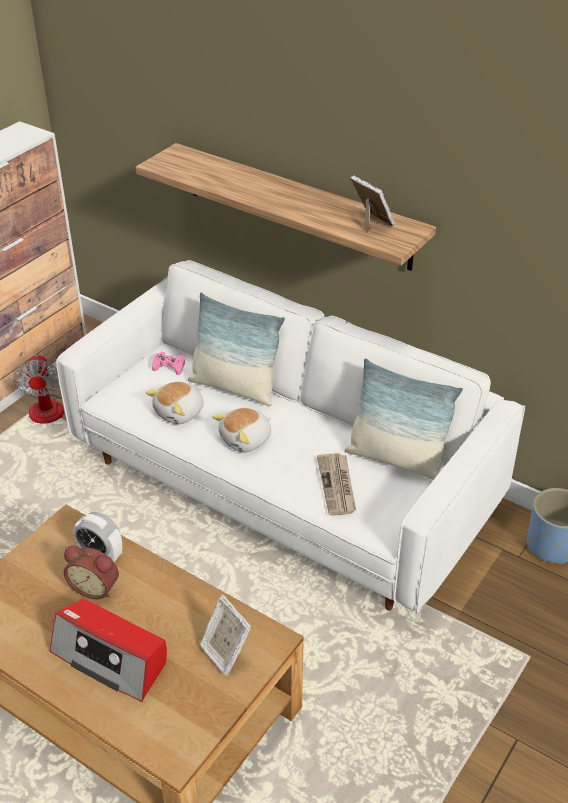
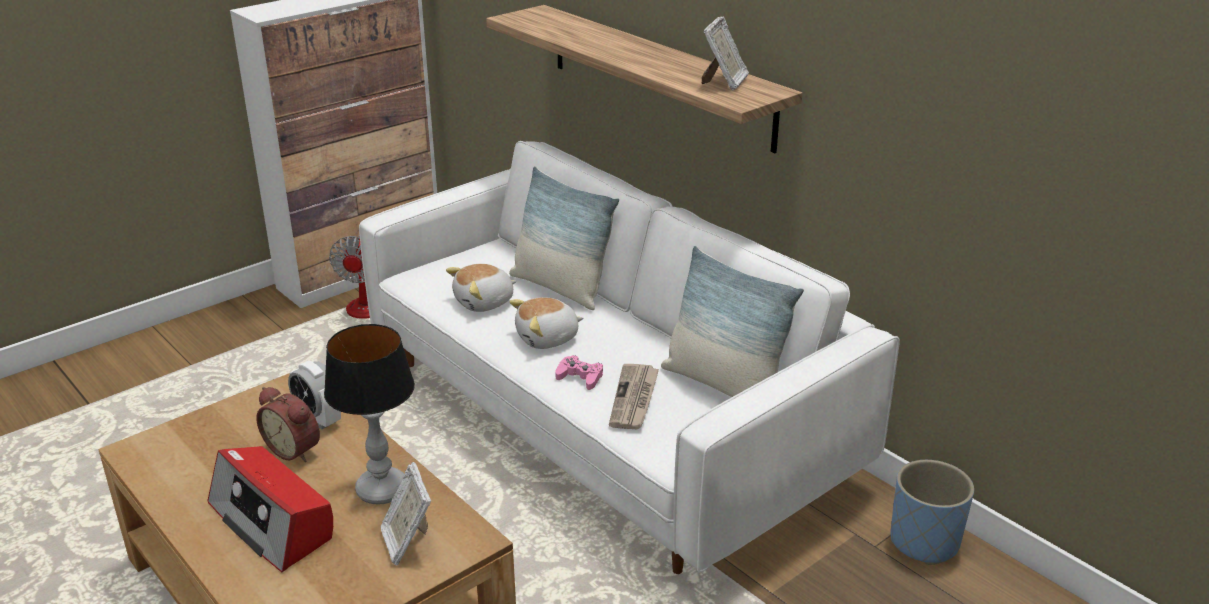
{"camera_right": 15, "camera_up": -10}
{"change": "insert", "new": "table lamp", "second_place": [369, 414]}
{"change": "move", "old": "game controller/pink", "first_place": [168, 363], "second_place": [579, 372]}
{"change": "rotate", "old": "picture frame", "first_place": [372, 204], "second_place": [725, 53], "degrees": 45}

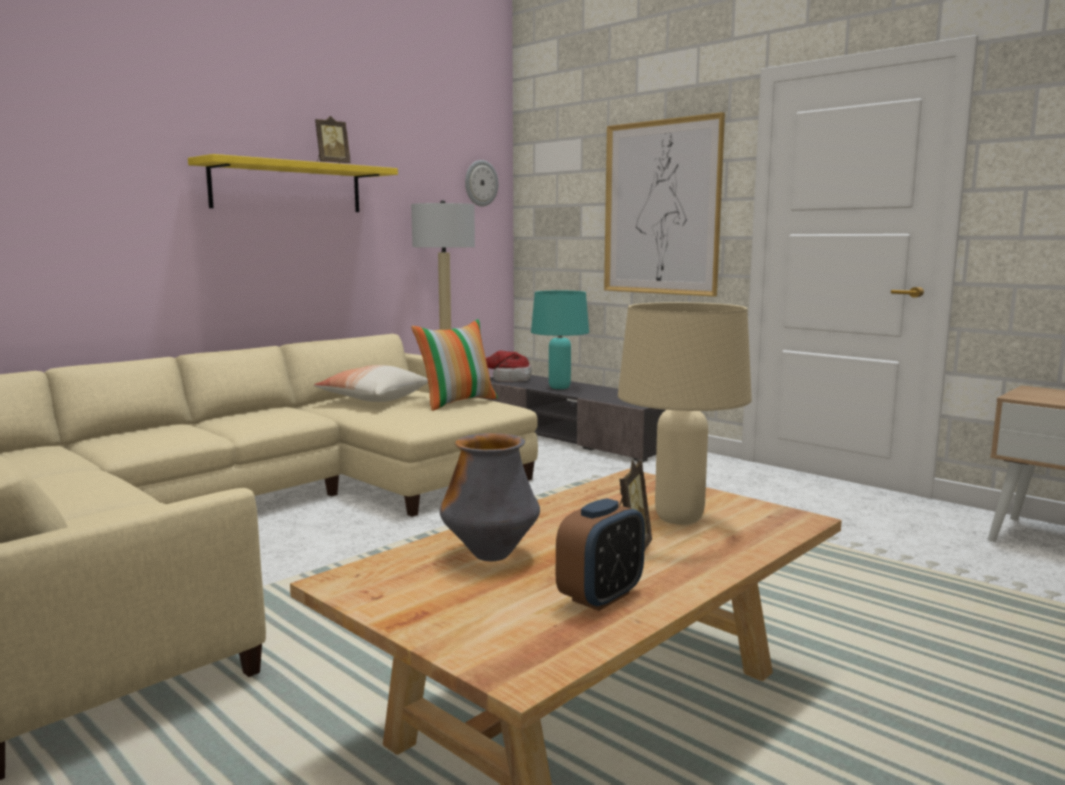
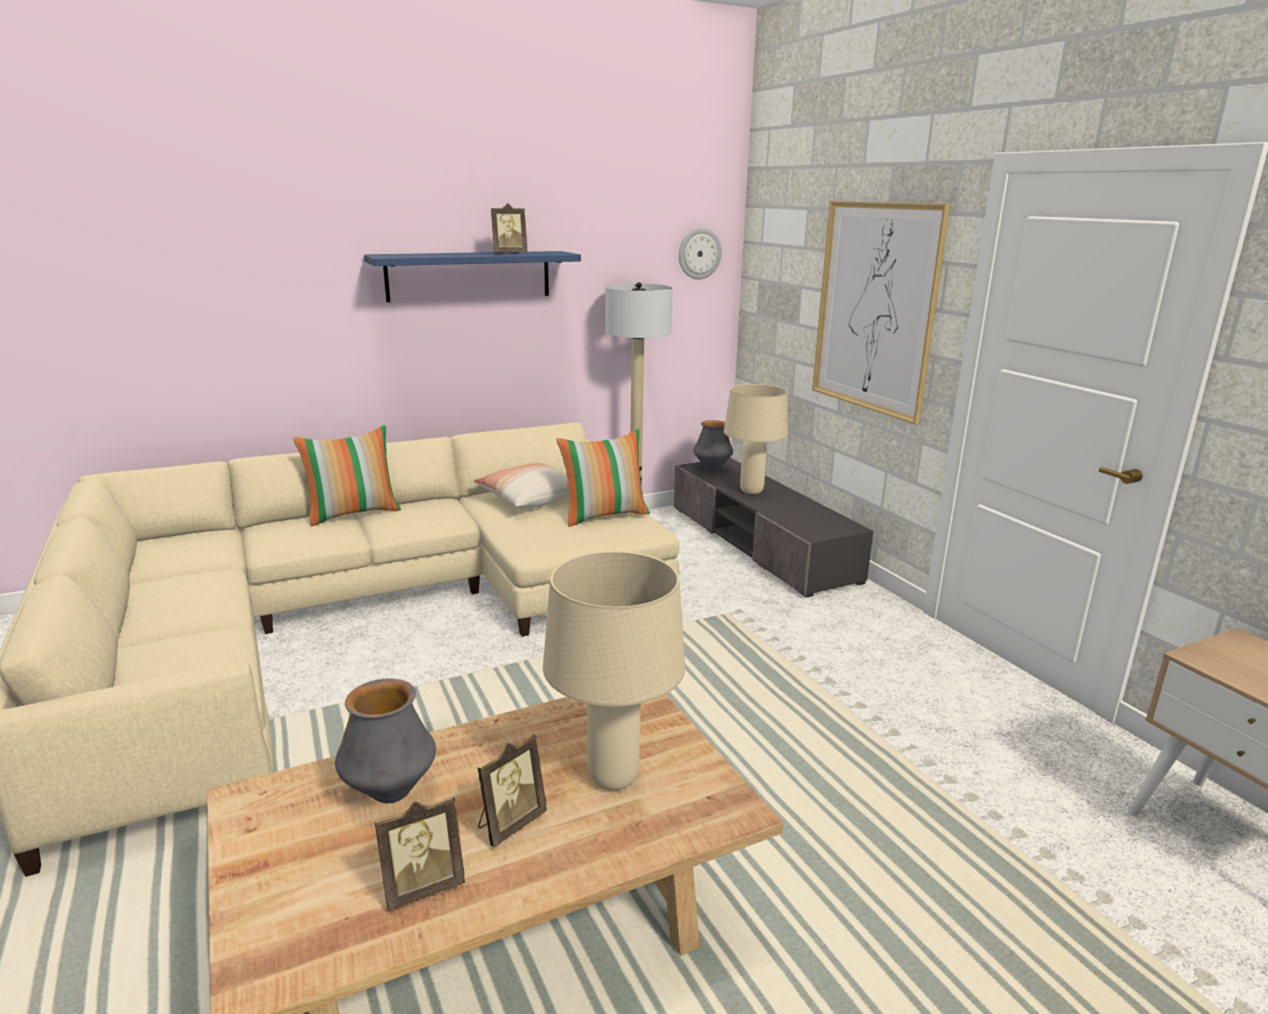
{"camera_right": 20, "camera_up": 10}
{"change": "insert", "new": "pillow", "second_place": [347, 475]}
{"change": "recolor", "old": "shelf/yellow", "new": "shelf/blue", "first_place": [293, 183], "second_place": [472, 276]}
{"change": "replace", "old": "alarm clock", "new": "picture frame", "first_place": [600, 554], "second_place": [420, 854]}
{"change": "replace", "old": "hat", "new": "vase", "first_place": [509, 366], "second_place": [713, 445]}
{"change": "recolor", "old": "table lamp/turquoise", "new": "table lamp/beige", "first_place": [560, 340], "second_place": [756, 439]}

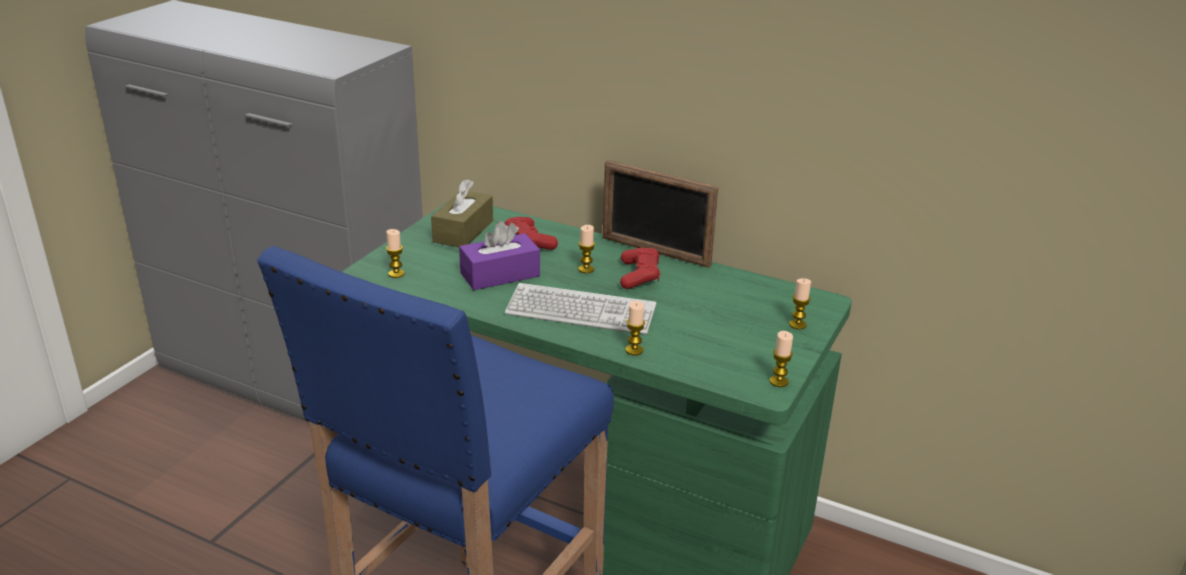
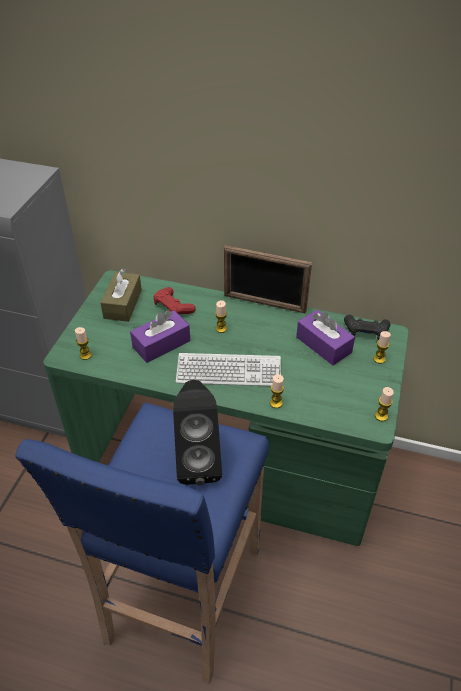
{"camera_right": -10, "camera_up": 15}
{"change": "insert", "new": "speaker/black", "second_place": [197, 433]}
{"change": "insert", "new": "tissue box/purple", "second_place": [325, 337]}
{"change": "insert", "new": "game controller/black", "second_place": [367, 327]}
{"change": "delete", "old": "game controller/red", "first_place": [640, 268]}

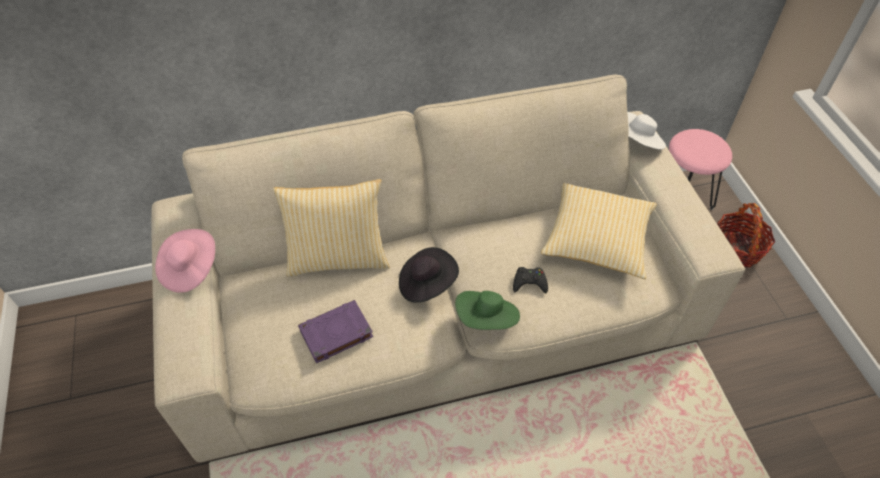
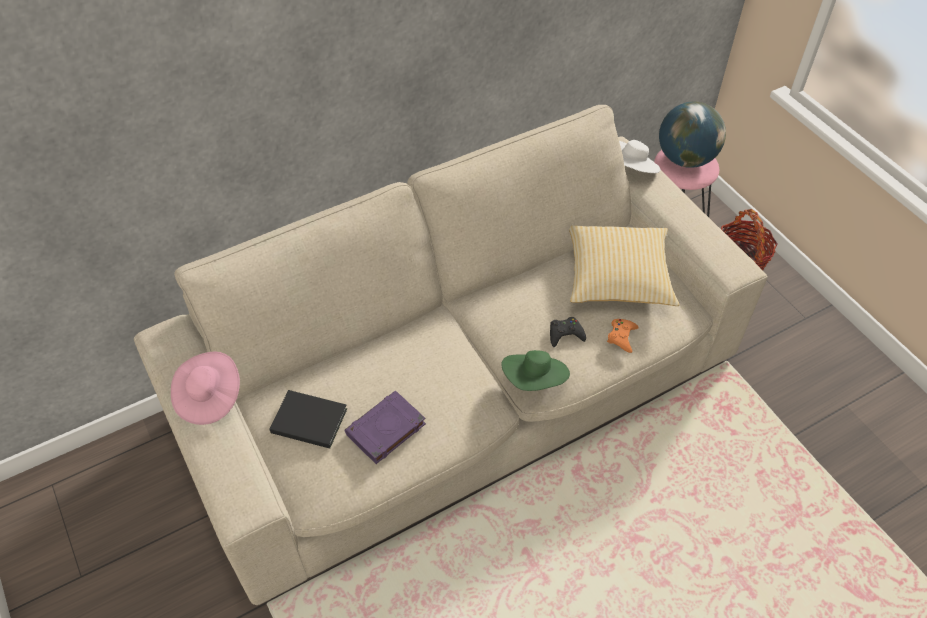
{"camera_right": -15, "camera_up": 0}
{"change": "insert", "new": "book/black", "second_place": [308, 419]}
{"change": "insert", "new": "game controller/orange", "second_place": [623, 336]}
{"change": "insert", "new": "globe", "second_place": [692, 135]}
{"change": "delete", "old": "pillow", "first_place": [331, 228]}
{"change": "delete", "old": "hat/black", "first_place": [429, 275]}

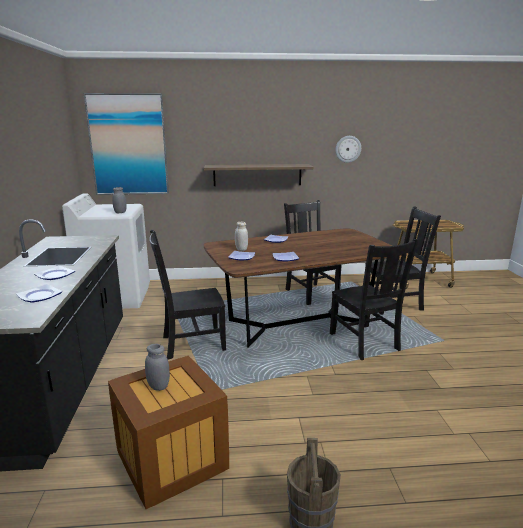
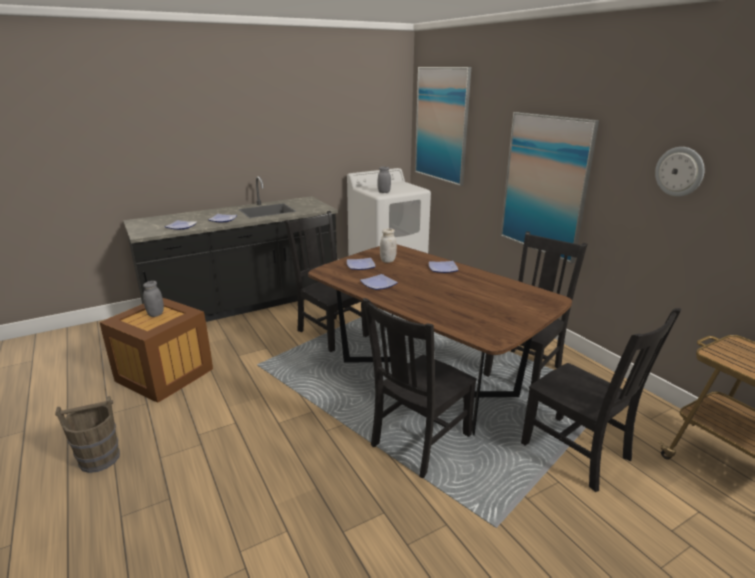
{"camera_right": 65, "camera_up": 5}
{"change": "replace", "old": "shelf", "new": "picture", "first_place": [259, 175], "second_place": [549, 188]}

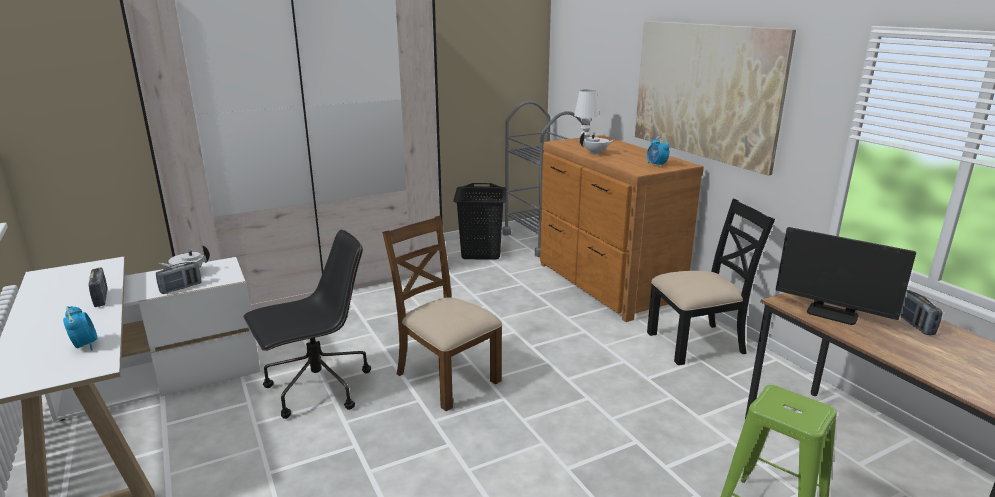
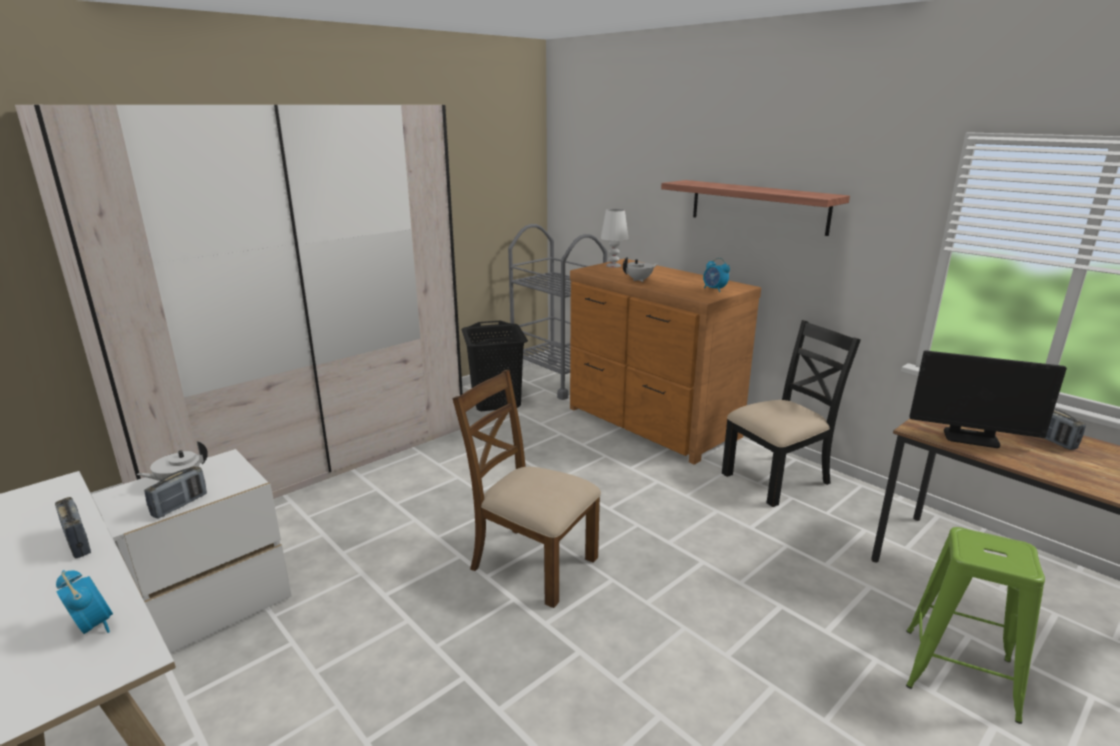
{"camera_right": -15, "camera_up": 0}
{"change": "replace", "old": "picture", "new": "shelf", "first_place": [715, 98], "second_place": [755, 208]}
{"change": "delete", "old": "office chair/black", "first_place": [307, 324]}

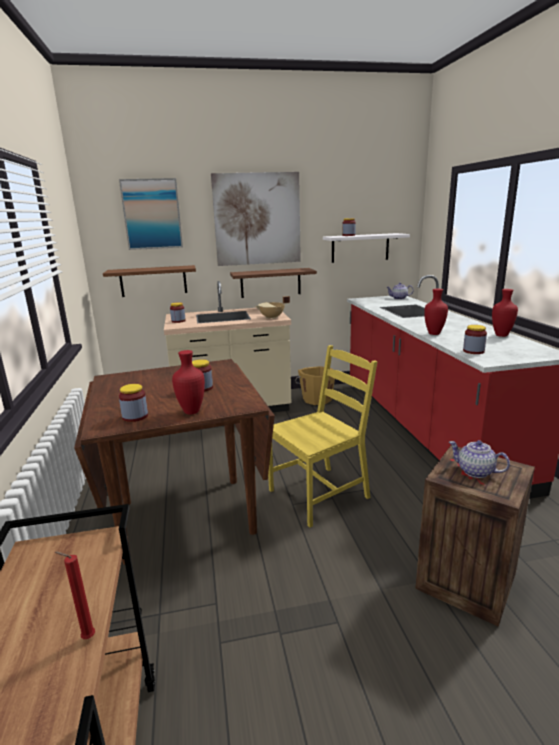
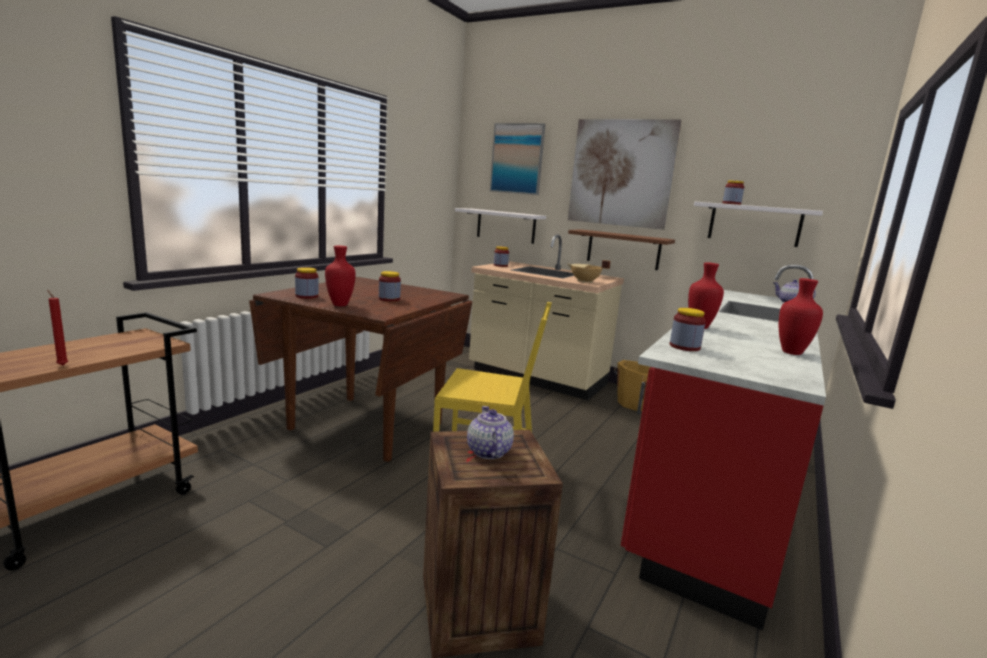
{"camera_right": 40, "camera_up": -5}
{"change": "recolor", "old": "shelf/brown", "new": "shelf/white", "first_place": [149, 281], "second_place": [500, 226]}

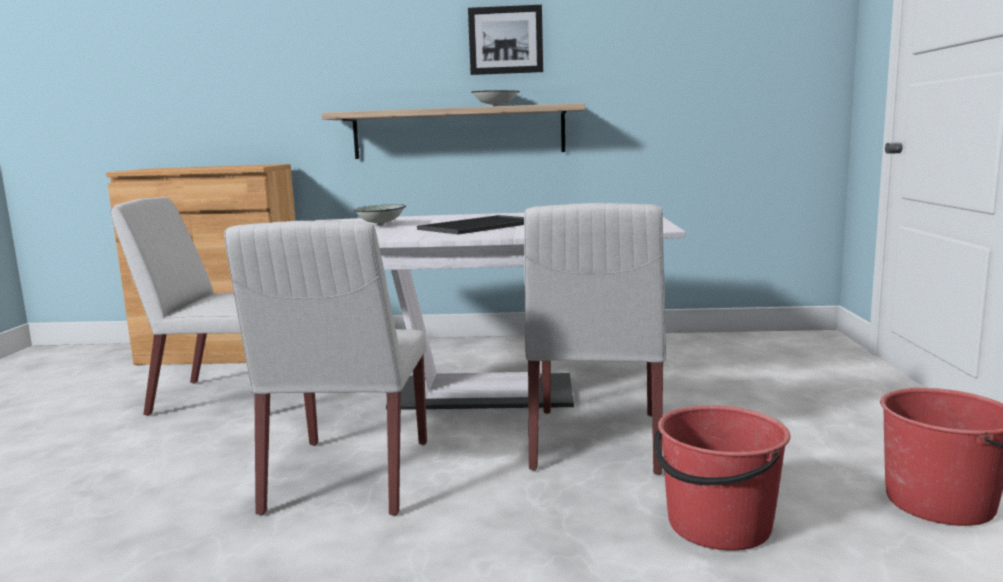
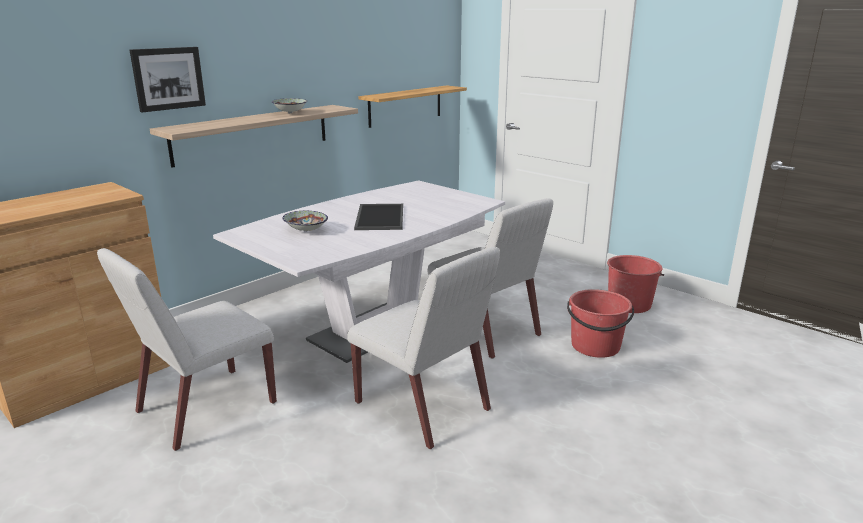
{"camera_right": -50, "camera_up": 10}
{"change": "move", "old": "picture", "first_place": [505, 40], "second_place": [168, 80]}
{"change": "insert", "new": "shelf", "second_place": [412, 106]}

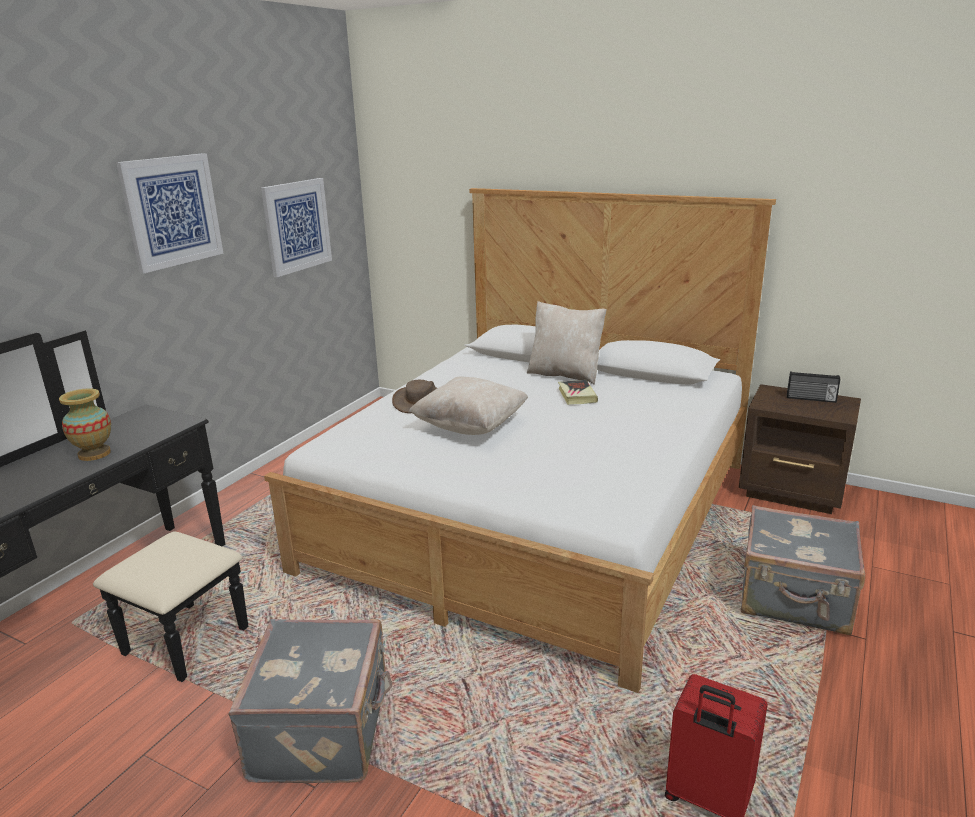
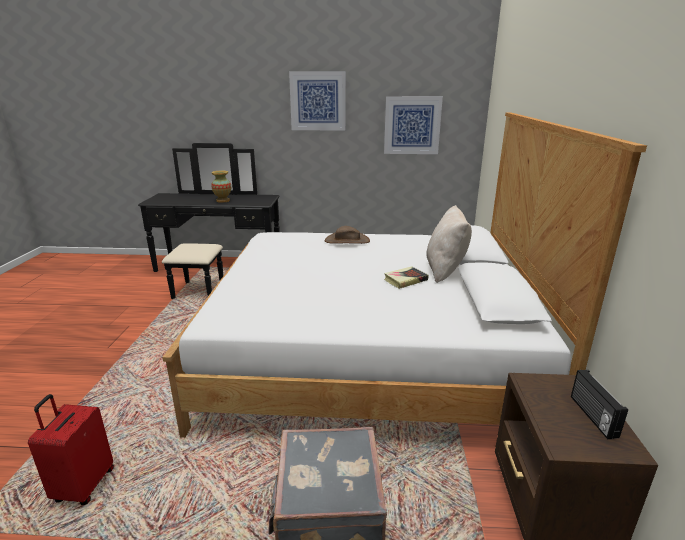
{"camera_right": 65, "camera_up": 0}
{"change": "delete", "old": "suitcase/grey", "first_place": [310, 701]}
{"change": "delete", "old": "pillow/beige", "first_place": [468, 405]}

